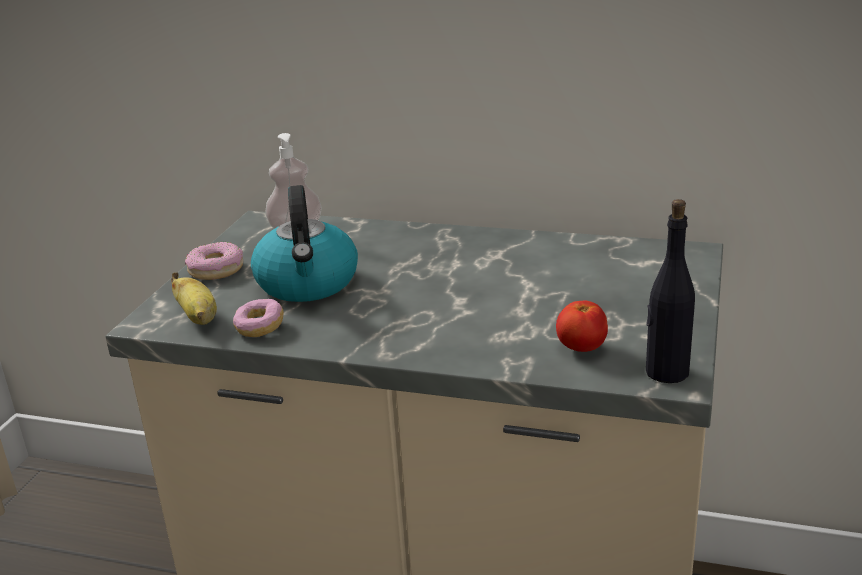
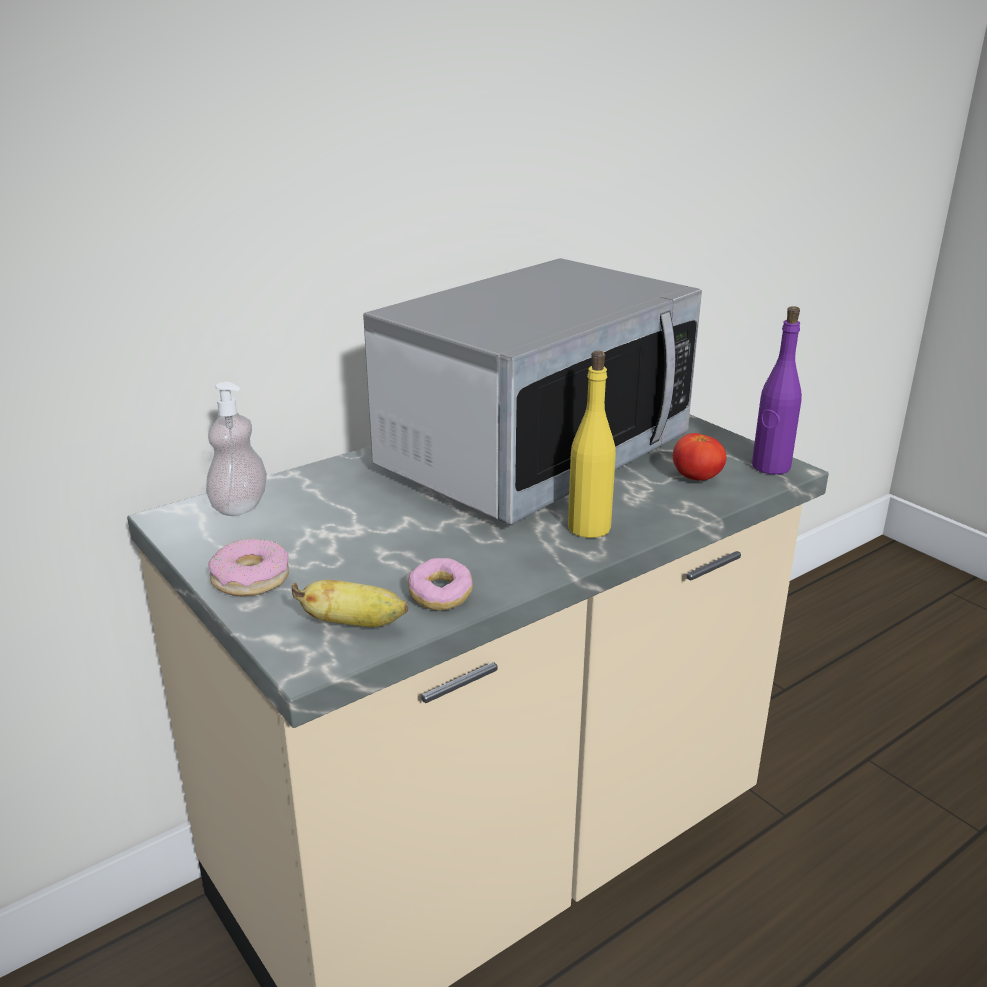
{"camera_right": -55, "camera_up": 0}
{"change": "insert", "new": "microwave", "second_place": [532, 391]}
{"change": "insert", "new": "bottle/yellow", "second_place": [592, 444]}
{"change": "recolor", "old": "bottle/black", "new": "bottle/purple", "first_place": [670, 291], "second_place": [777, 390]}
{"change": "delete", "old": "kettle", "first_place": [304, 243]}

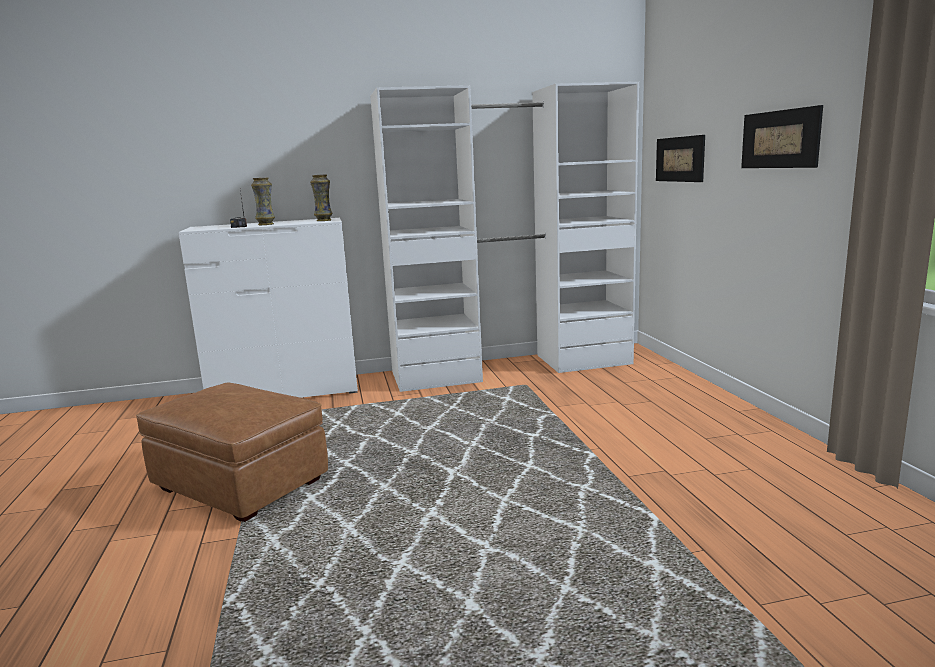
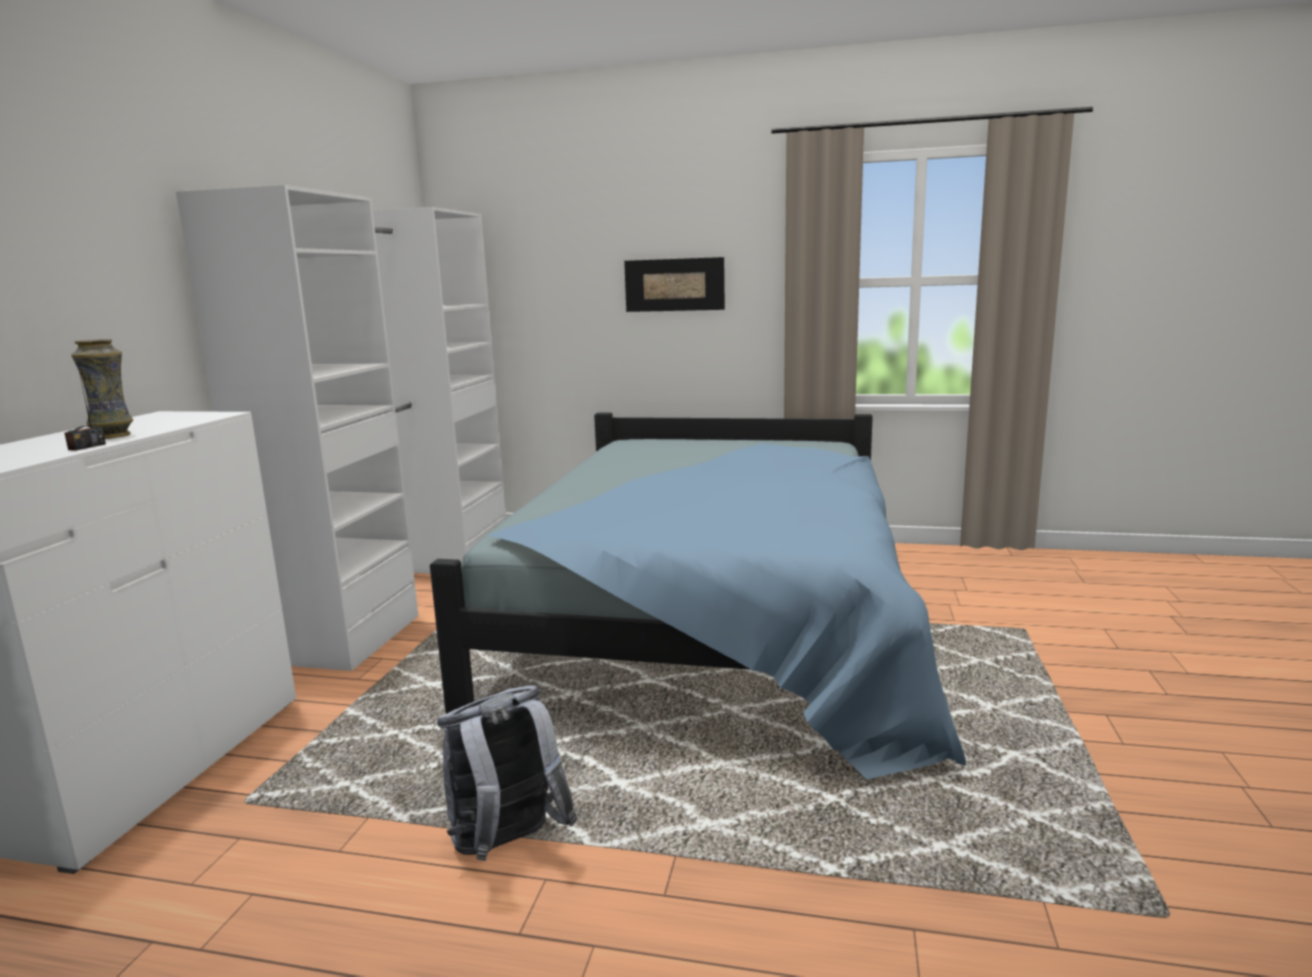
{"camera_right": -65, "camera_up": 0}
{"change": "insert", "new": "bed/blue", "second_place": [698, 596]}
{"change": "replace", "old": "ottoman/brown", "new": "backpack/grey", "first_place": [232, 452], "second_place": [507, 773]}
{"change": "delete", "old": "vase", "first_place": [321, 198]}
{"change": "delete", "old": "picture", "first_place": [680, 158]}

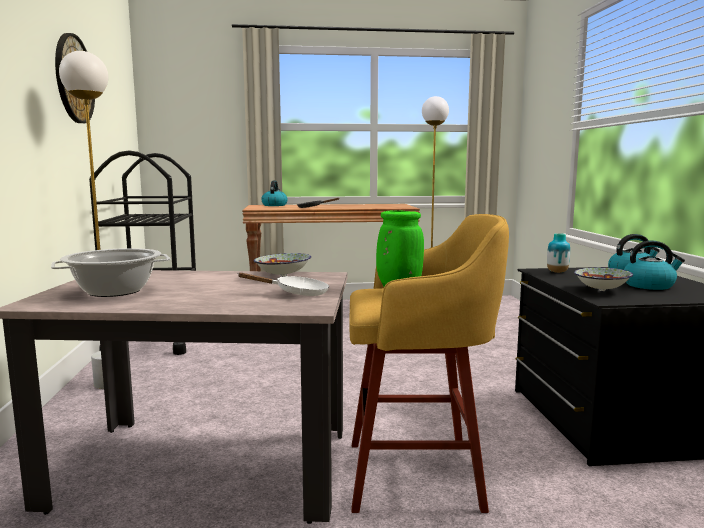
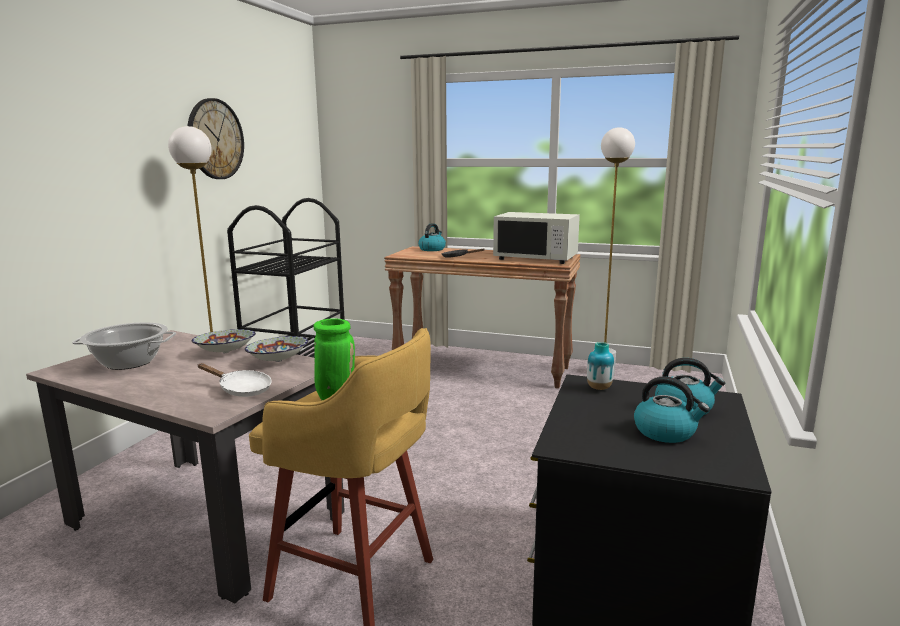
{"camera_right": 25, "camera_up": 5}
{"change": "move", "old": "bowl", "first_place": [603, 279], "second_place": [224, 341]}
{"change": "insert", "new": "microwave/white", "second_place": [536, 238]}

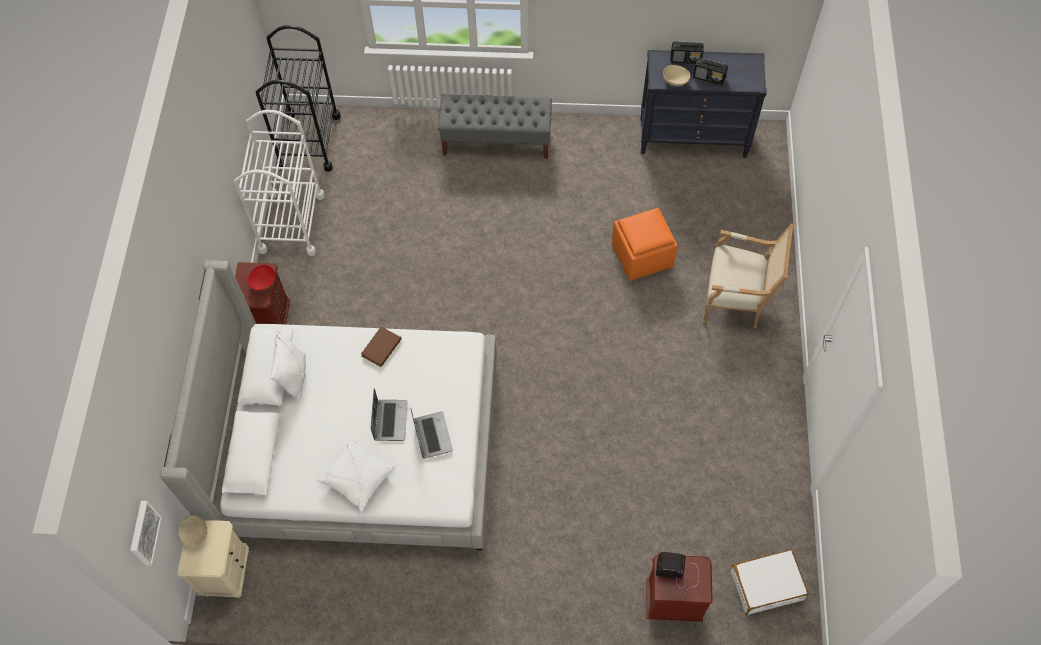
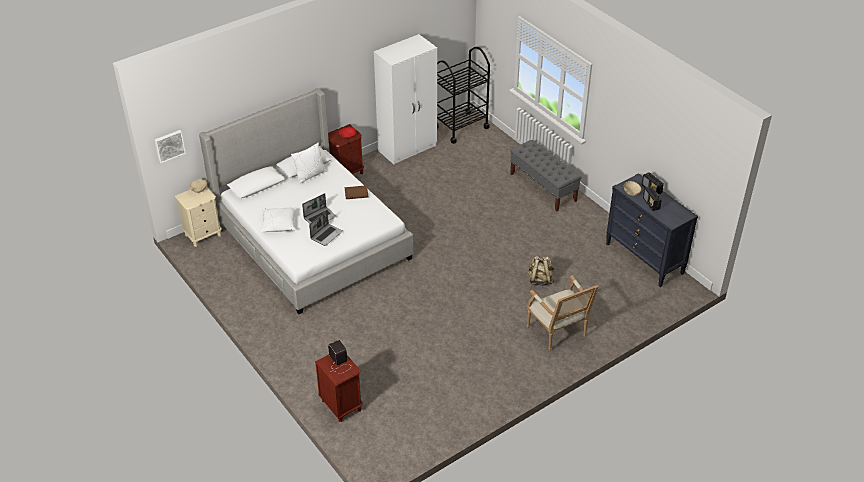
{"camera_right": 50, "camera_up": -20}
{"change": "replace", "old": "cart/white", "new": "wardrobe/white", "first_place": [279, 183], "second_place": [405, 99]}
{"change": "replace", "old": "ottoman/orange", "new": "backpack/beige", "first_place": [645, 244], "second_place": [541, 270]}
{"change": "delete", "old": "suitcase/white", "first_place": [769, 582]}

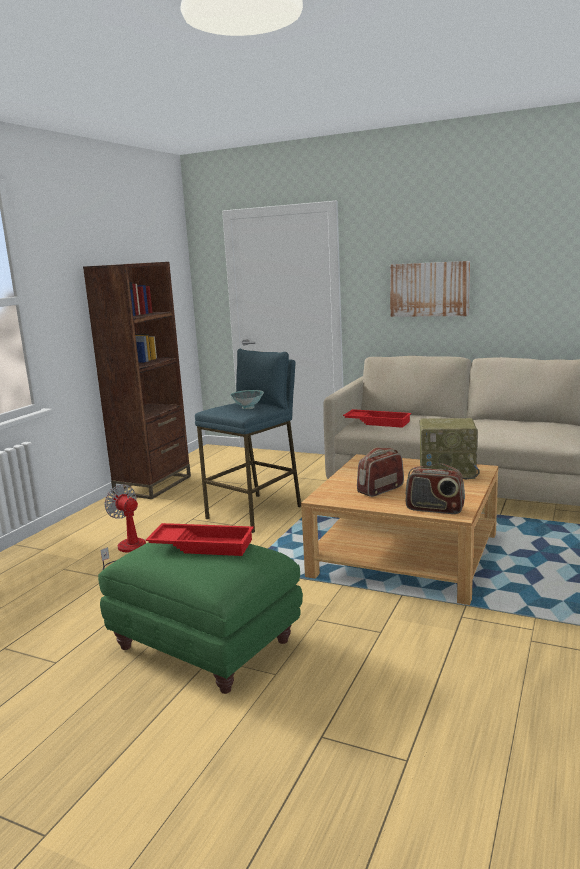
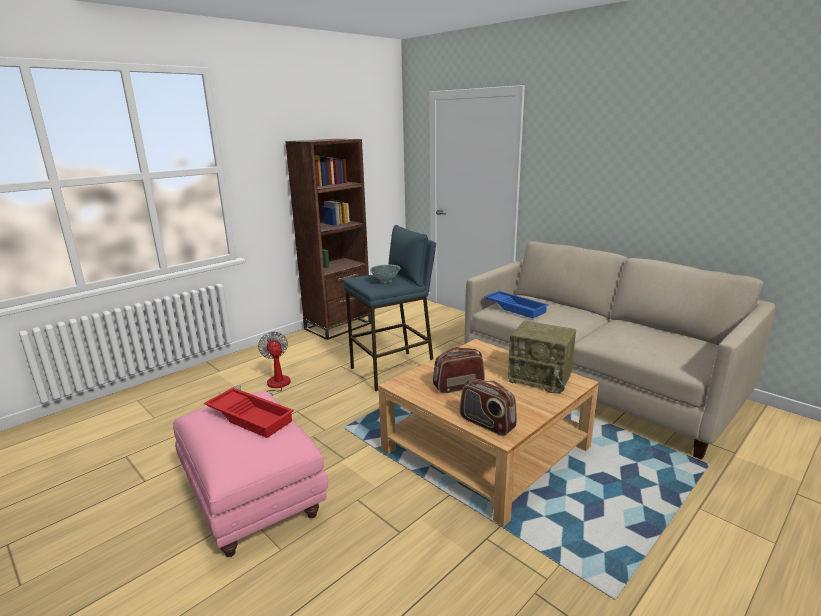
{"camera_right": 20, "camera_up": 5}
{"change": "recolor", "old": "ottoman/green", "new": "ottoman/pink", "first_place": [200, 618], "second_place": [250, 474]}
{"change": "recolor", "old": "tray/red", "new": "tray/blue", "first_place": [377, 418], "second_place": [516, 304]}
{"change": "delete", "old": "picture", "first_place": [430, 289]}

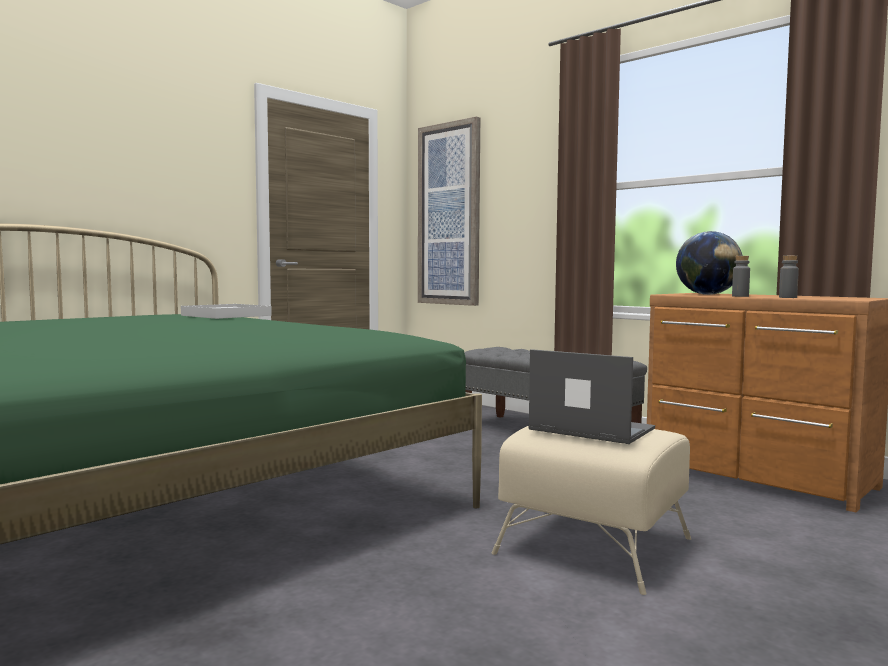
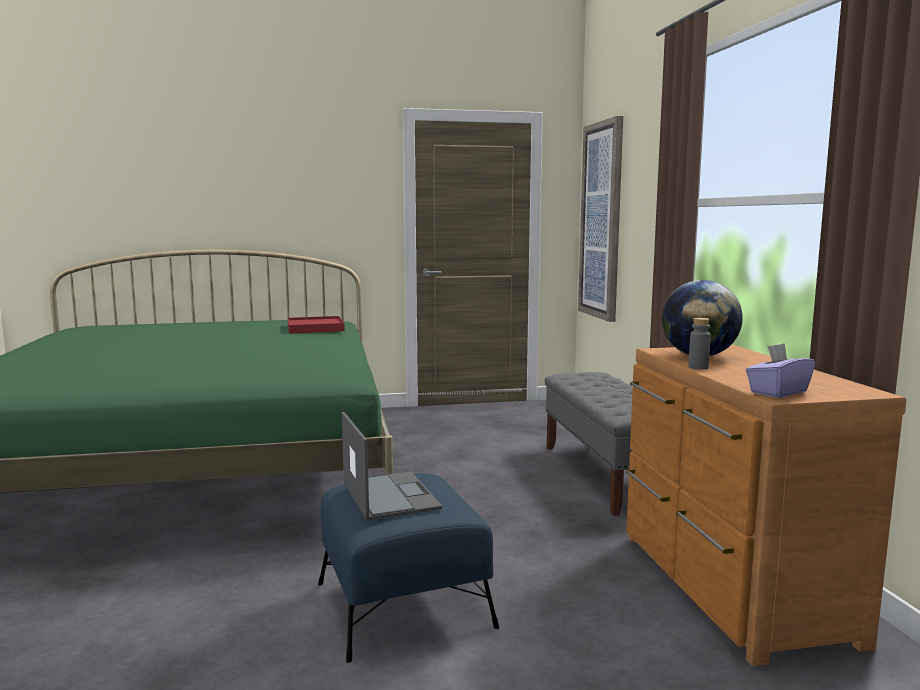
{"camera_right": 35, "camera_up": 5}
{"change": "recolor", "old": "tray/white", "new": "tray/red", "first_place": [226, 311], "second_place": [316, 325]}
{"change": "recolor", "old": "ottoman/beige", "new": "ottoman/blue", "first_place": [591, 510], "second_place": [408, 568]}
{"change": "insert", "new": "tissue box/purple", "second_place": [780, 370]}
{"change": "delete", "old": "bottle/grey", "first_place": [789, 276]}

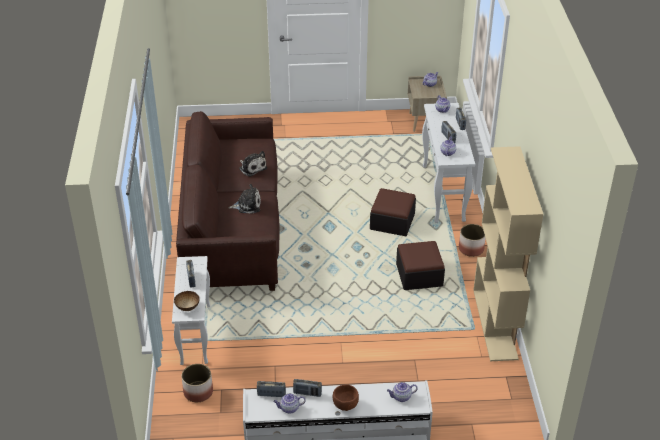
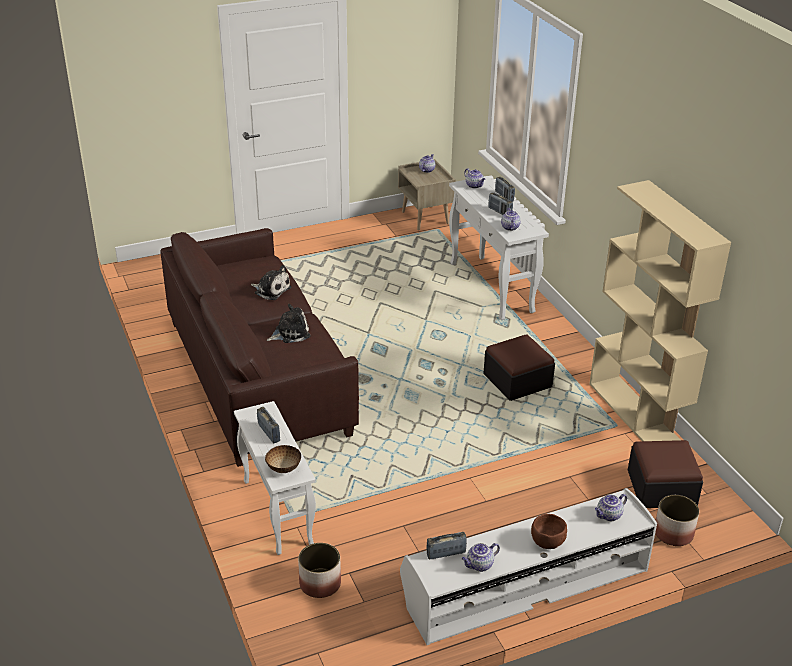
{"camera_right": -20, "camera_up": -5}
{"change": "move", "old": "ottoman", "first_place": [393, 212], "second_place": [665, 474]}
{"change": "move", "old": "planter", "first_place": [472, 240], "second_place": [677, 520]}
{"change": "delete", "old": "radio", "first_place": [307, 388]}

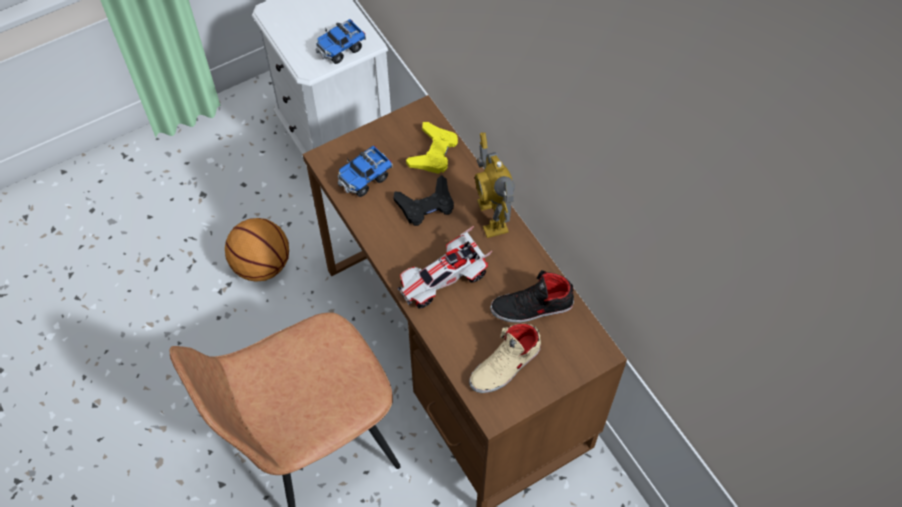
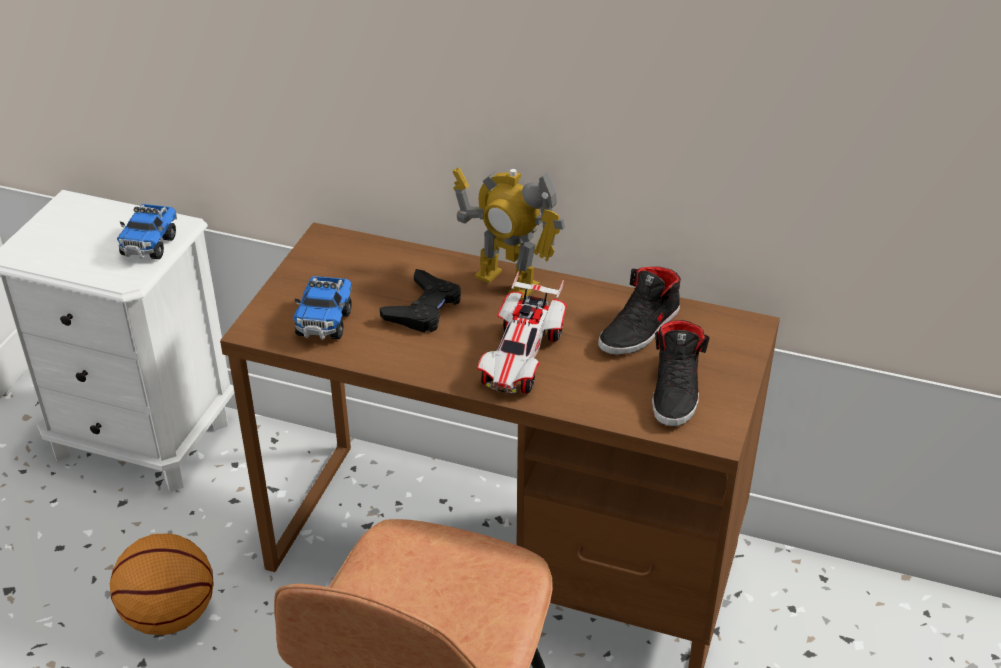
{"camera_right": -40, "camera_up": -20}
{"change": "recolor", "old": "shoe/beige", "new": "shoe/black", "first_place": [505, 358], "second_place": [681, 373]}
{"change": "delete", "old": "game controller/yellow", "first_place": [432, 148]}

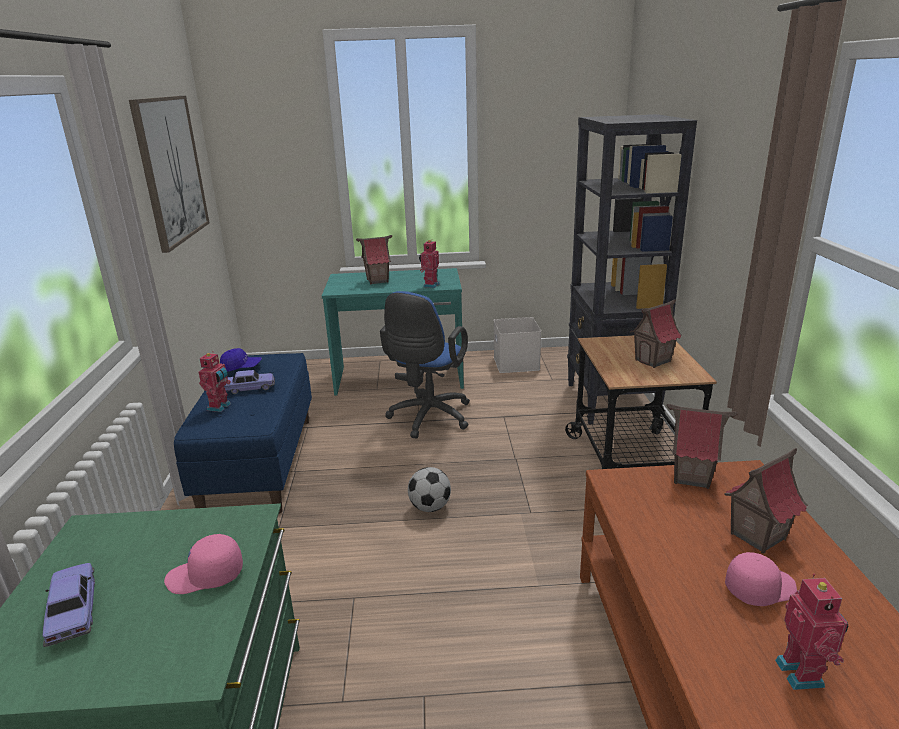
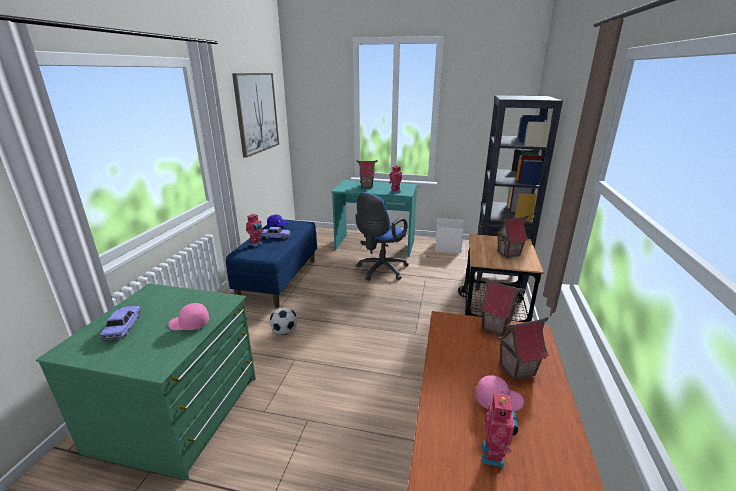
{"camera_right": 15, "camera_up": 0}
{"change": "move", "old": "football", "first_place": [429, 489], "second_place": [283, 321]}

